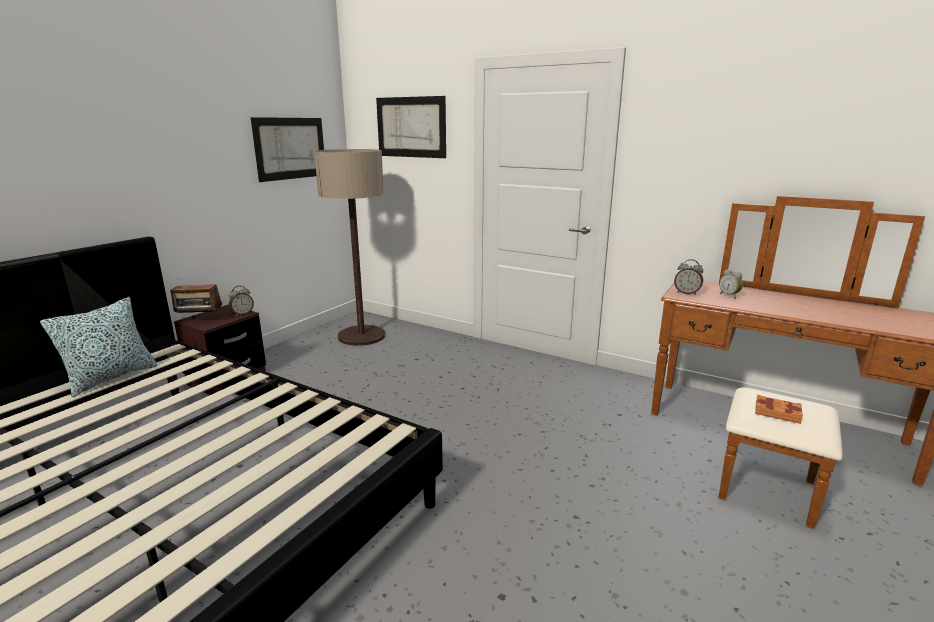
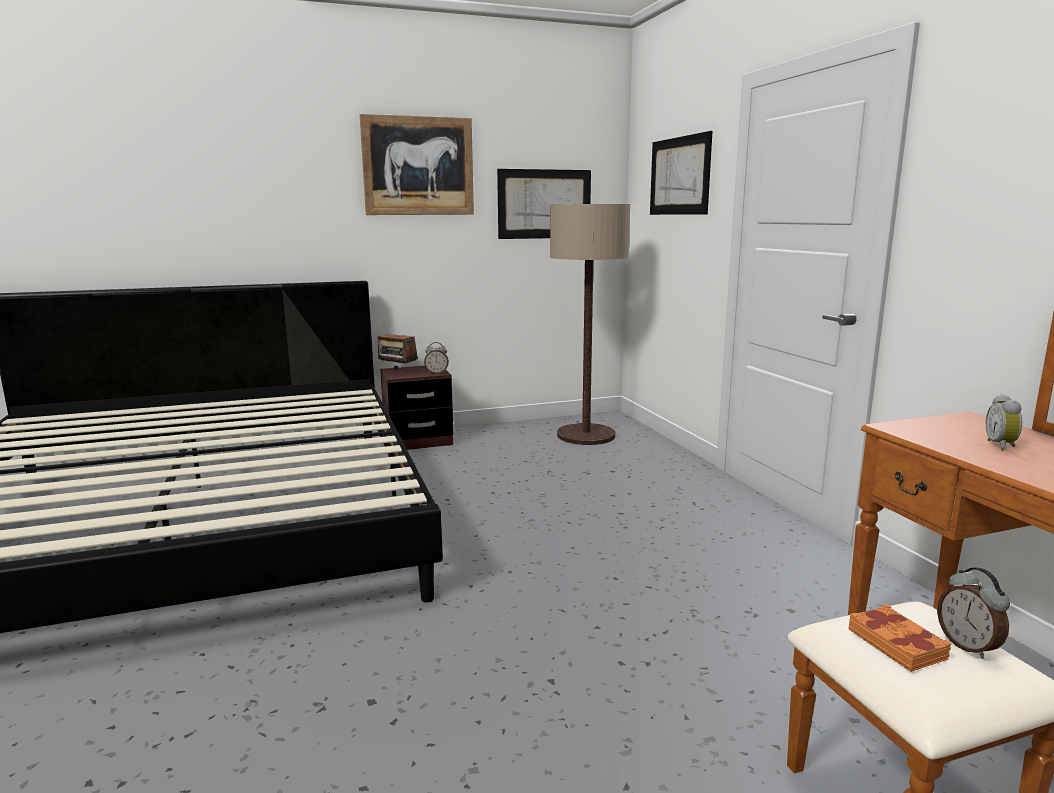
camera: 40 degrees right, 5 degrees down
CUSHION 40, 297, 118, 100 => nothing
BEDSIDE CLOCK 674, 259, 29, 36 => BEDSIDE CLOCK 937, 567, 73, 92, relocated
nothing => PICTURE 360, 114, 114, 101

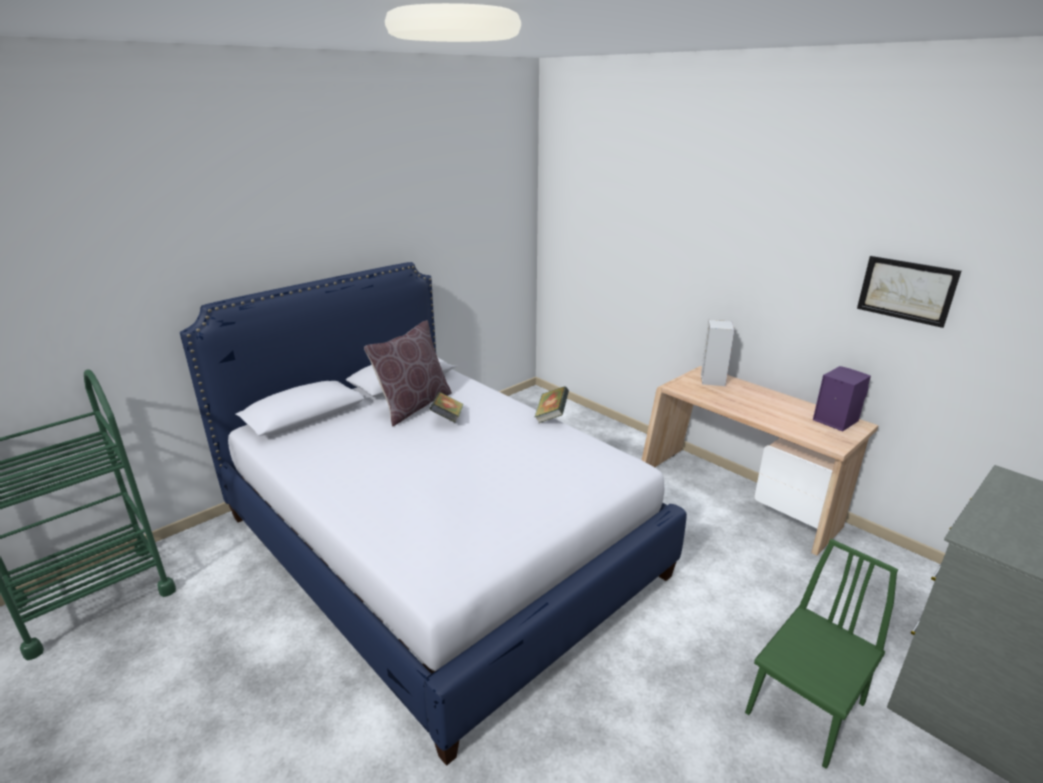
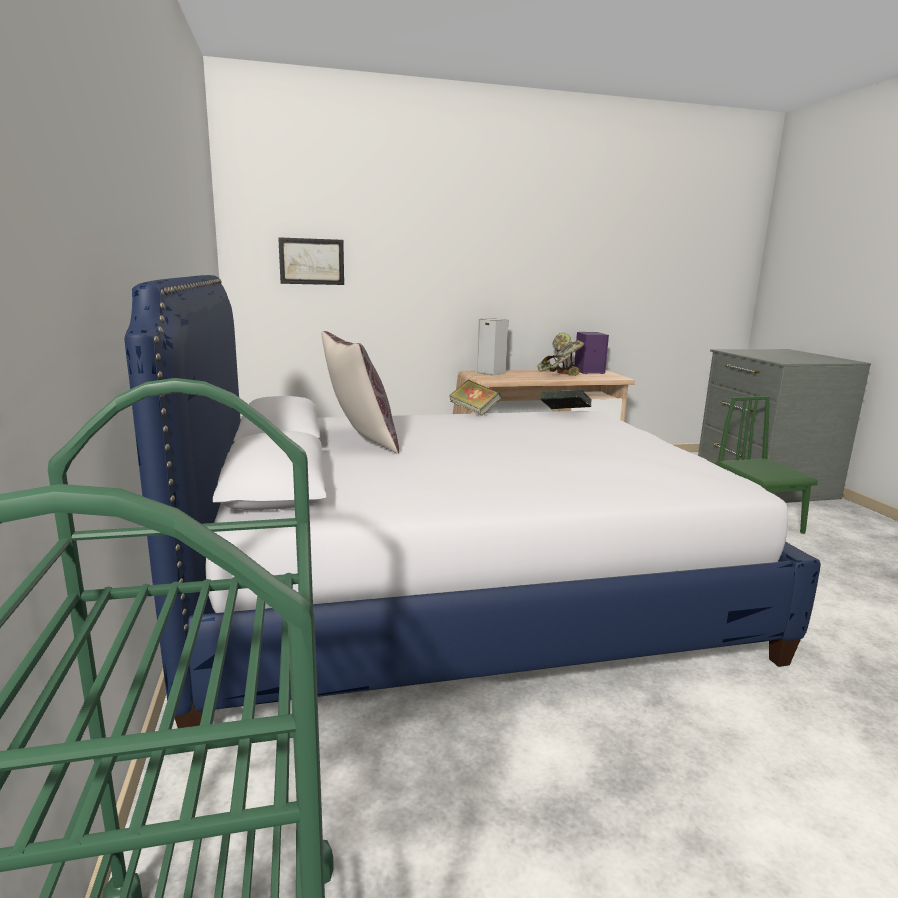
camera: 60 degrees left, 10 degrees down
VOLUME 429, 392, 34, 30 => VOLUME 540, 390, 52, 19, relocated
PICTURE 857, 256, 104, 72 => PICTURE 278, 237, 66, 48, relocated
nothing => PLANT IN A POT 537, 333, 47, 43

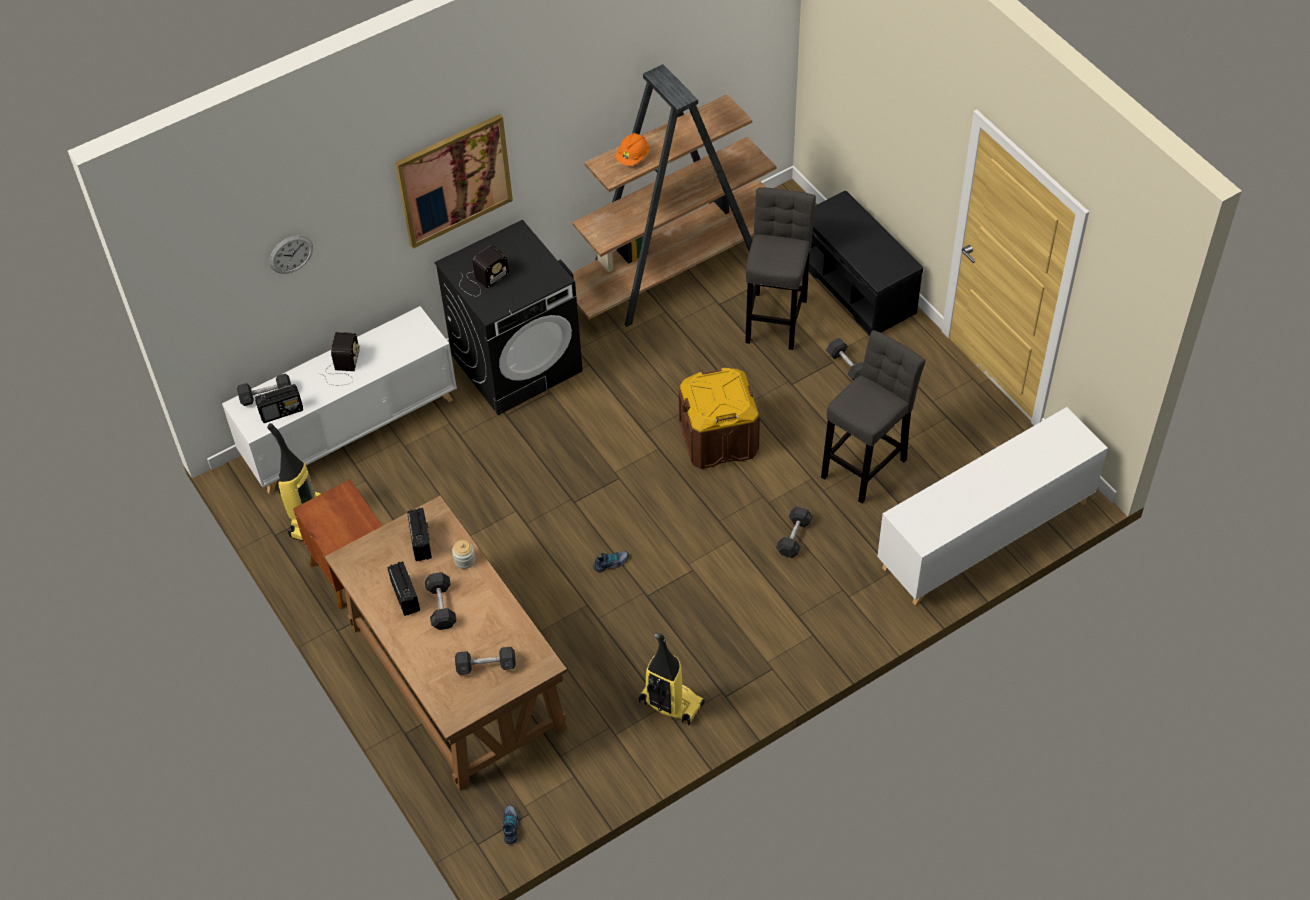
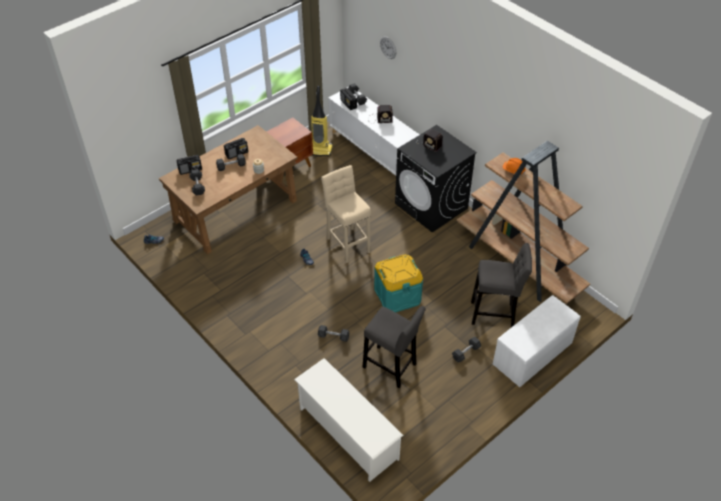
camera: 80 degrees right, 5 degrees down
PICTURE 395, 114, 118, 135 => nothing
RADIO RECEIVER 407, 508, 25, 53 => RADIO RECEIVER 177, 155, 25, 20, relocated
VACUUM 639, 633, 66, 93 => nothing
BROWN STORAGE BOX 678, 368, 82, 101 => TURQUOISE-COLOURED STORAGE BOX 374, 254, 49, 58
BLACK-COLOURED INDOOR BENCH 809, 191, 114, 144 => WHITE INDOOR BENCH 493, 295, 88, 92
WHITE STORAGE CABINET 877, 407, 231, 199 => WHITE SHOE RACK 294, 358, 109, 124
nothing => BEIGE-COLOURED SITTING STOOL 321, 165, 50, 98

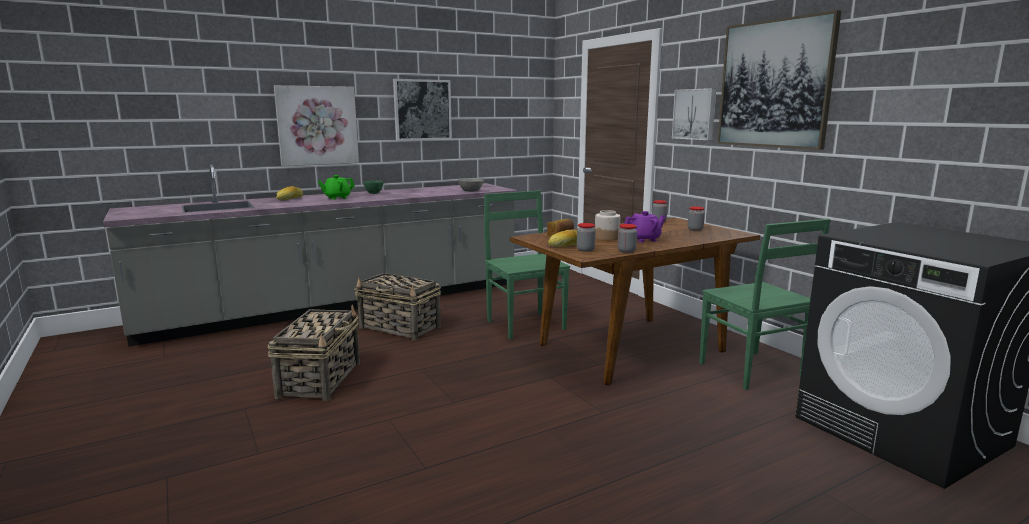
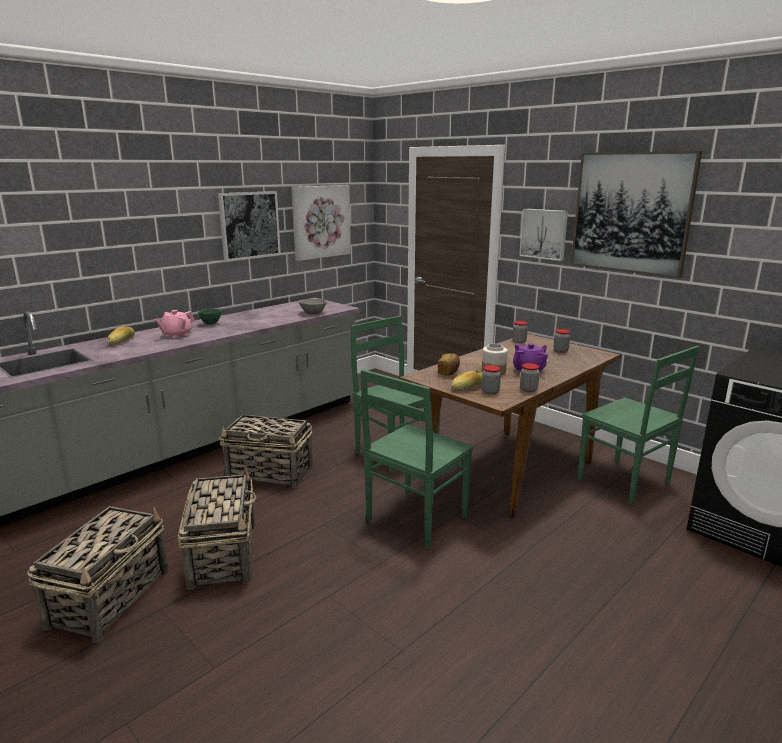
camera: 15 degrees left, 5 degrees up
PICTURE 274, 85, 85, 81 => PICTURE 291, 185, 60, 76, relocated
GREEN-COLOURED POT FOR TEA 318, 175, 37, 25 => PINK-COLOURED POT FOR TEA 155, 310, 40, 28
nothing => HOUSEHOLD BASKET 27, 506, 141, 137
nothing => GREEN-COLOURED UPRIGHT CHAIR 361, 369, 113, 180

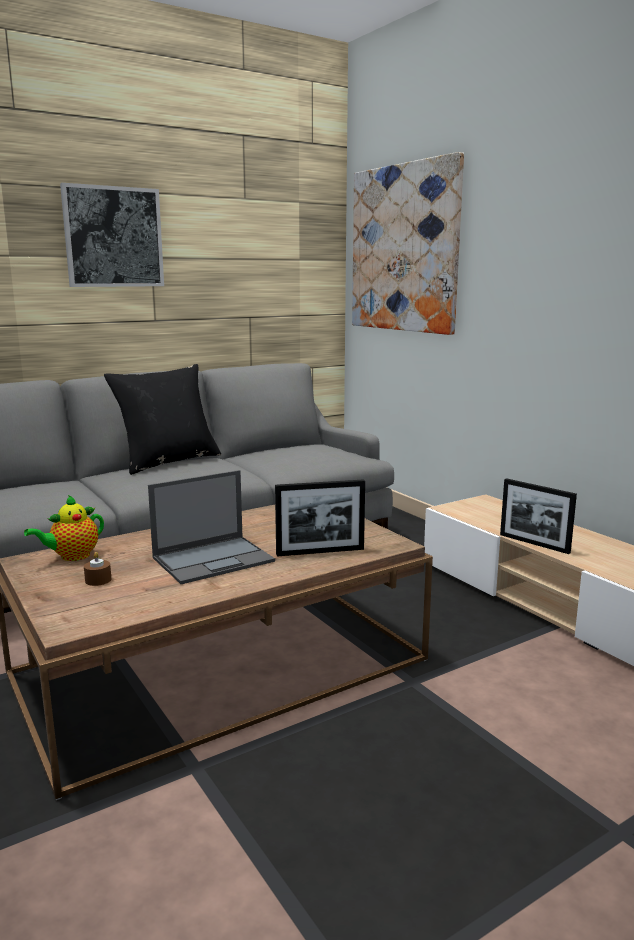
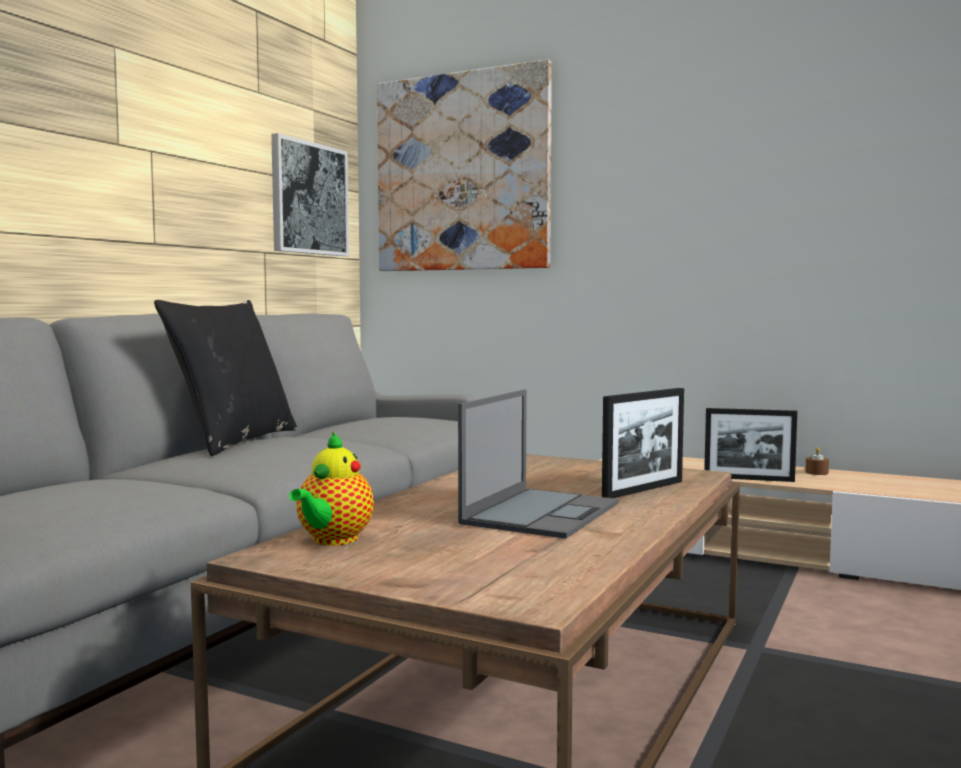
camera: 30 degrees left, 10 degrees down
PICTURE 60, 183, 104, 104 => PICTURE 271, 133, 78, 123, relocated
BROWN WAX CANDLE 84, 552, 27, 34 => BROWN WAX CANDLE 805, 447, 24, 28, relocated

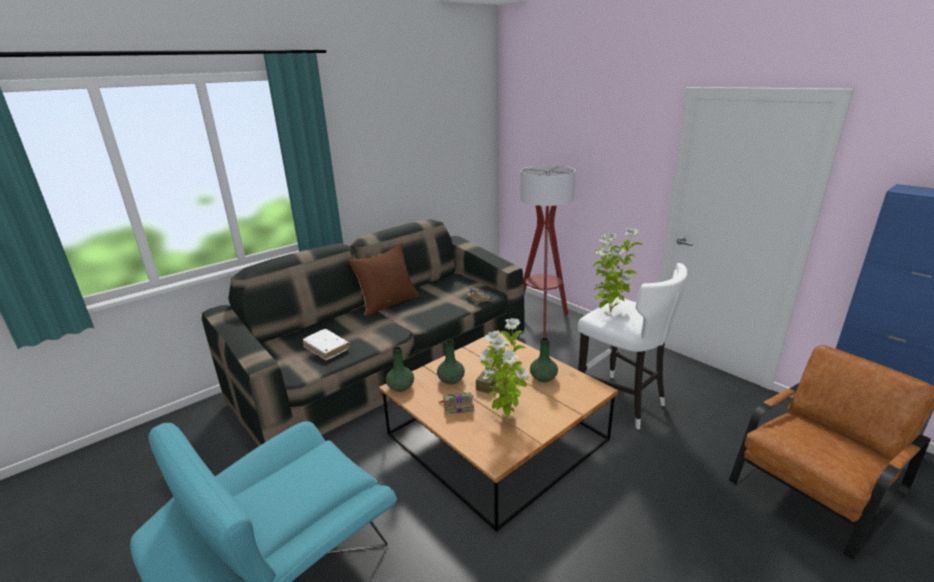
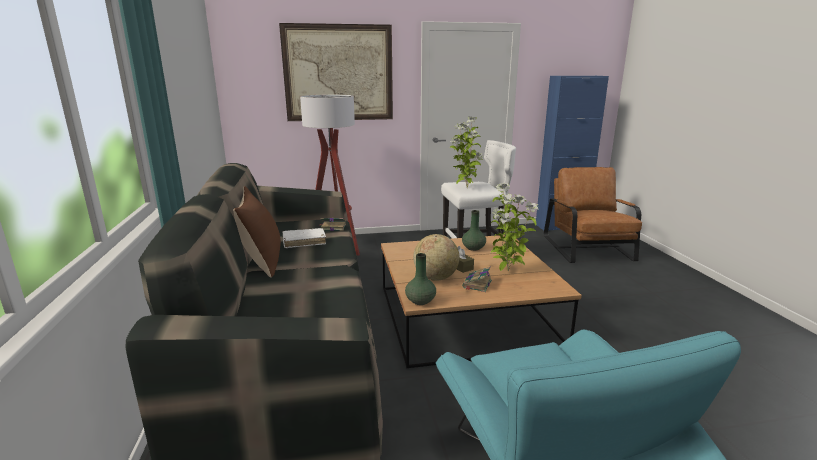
camera: 60 degrees left, 5 degrees down
WHITE VOLUME 303, 329, 47, 31 => WHITE VOLUME 283, 228, 43, 20, relocated
GREEN-COLOURED FLOWER VASE 437, 339, 28, 45 => WORLD GLOBE 413, 234, 47, 47
nothing => PICTURE 279, 23, 114, 98

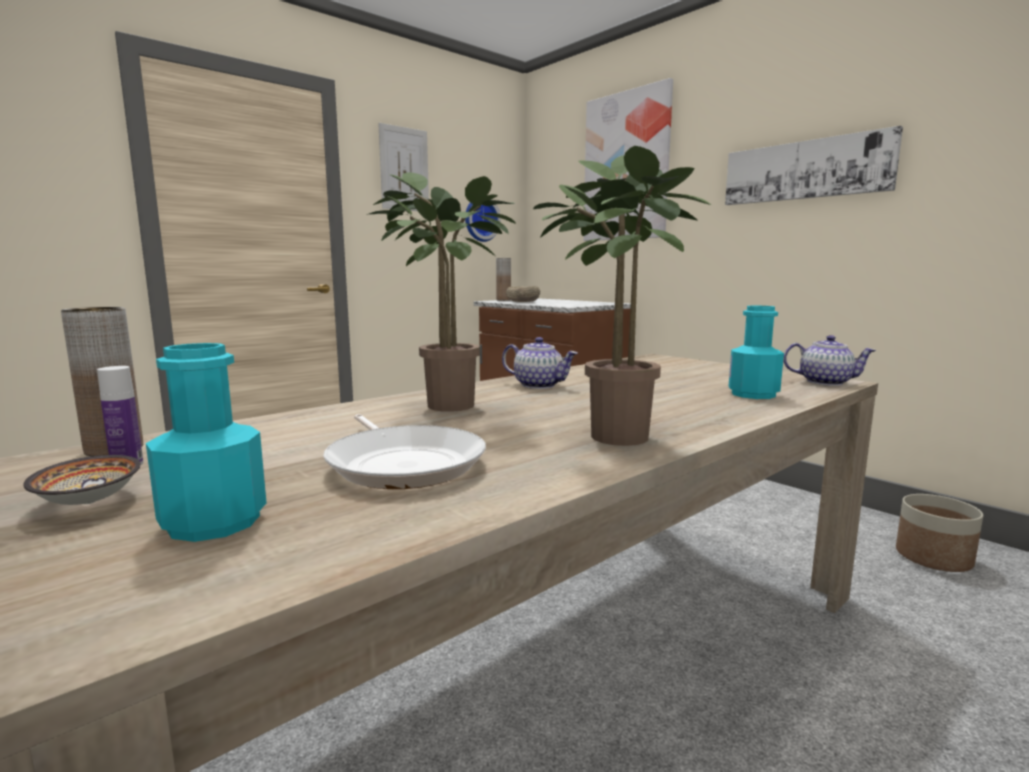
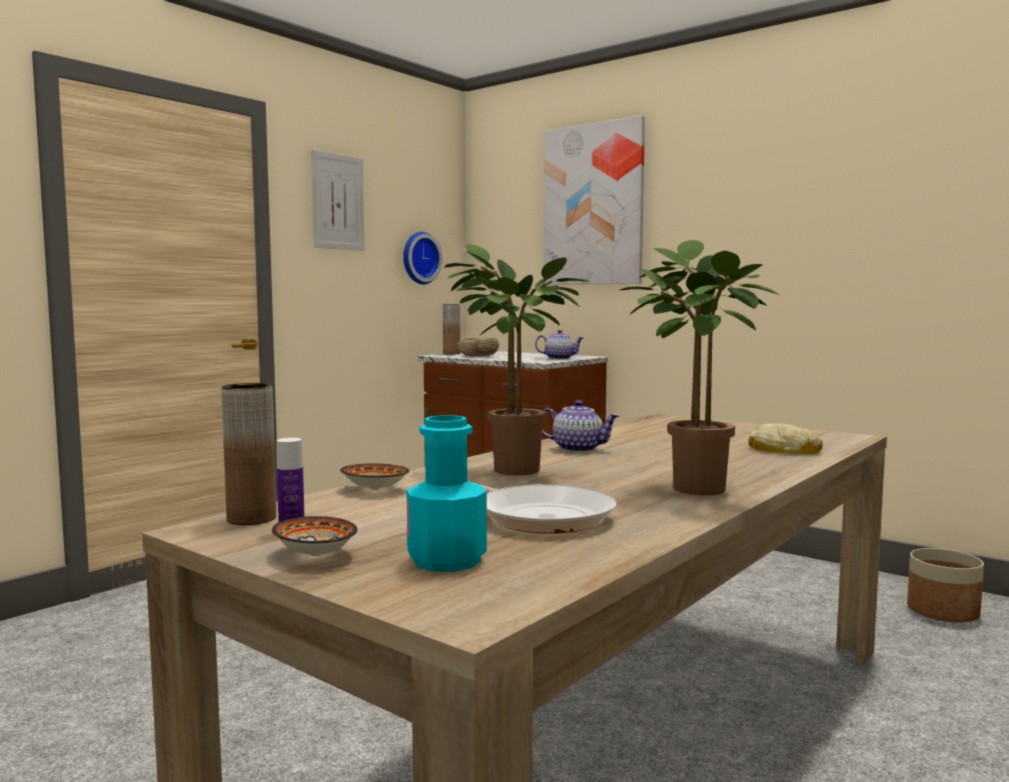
camera: 10 degrees left, 5 degrees down
PICTURE 725, 126, 178, 79 => nothing
TURQUOISE-COLOURED BOTTLE 729, 306, 55, 93 => BREAD 748, 423, 75, 32
POT FOR TEA 783, 335, 93, 51 => POT FOR TEA 535, 330, 48, 29, relocated
nothing => BOWL 340, 464, 69, 26

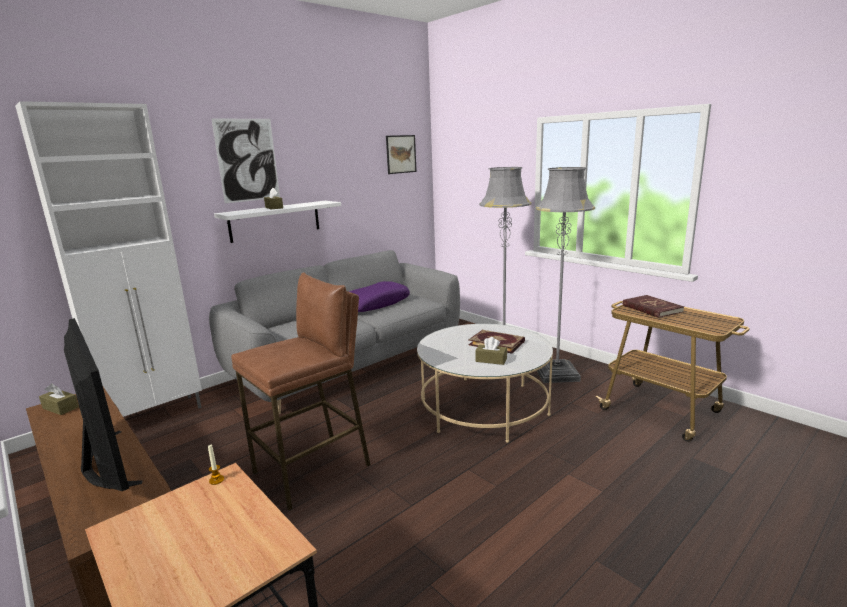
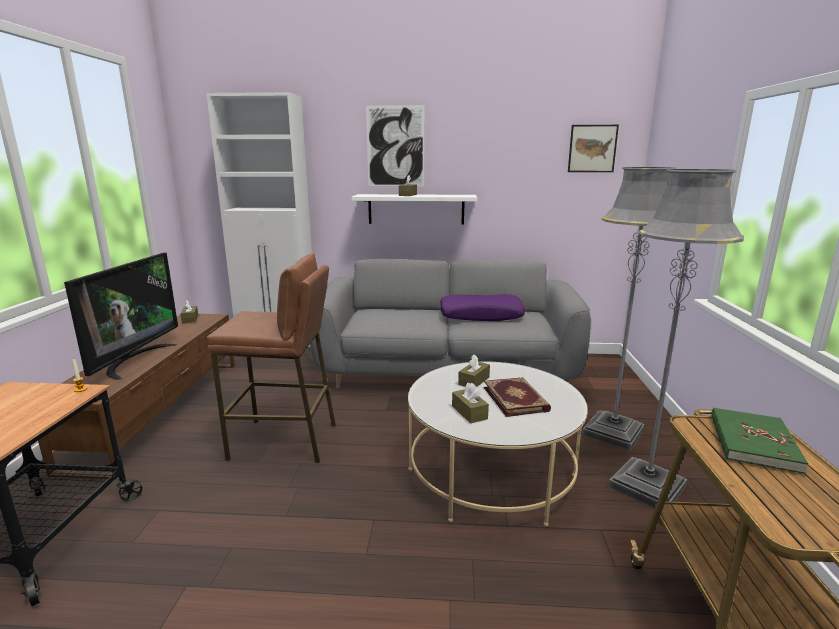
camera: 45 degrees right, 0 degrees up
REDDISH VOLUME 623, 295, 61, 23 => GREEN-COLOURED VOLUME 711, 408, 97, 66
nothing => BROWN BOX OF TISSUES 458, 355, 32, 32

